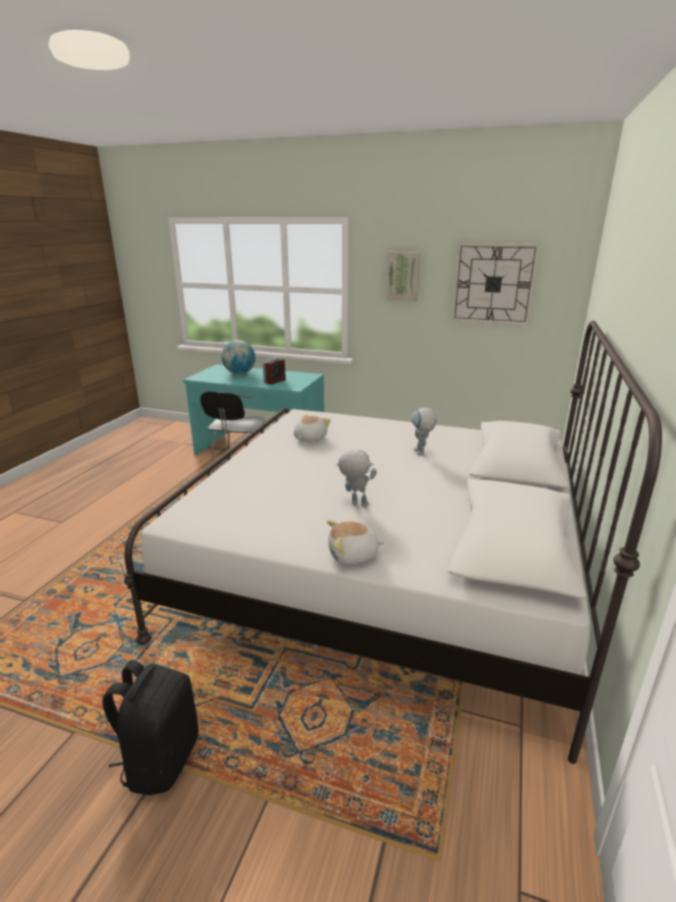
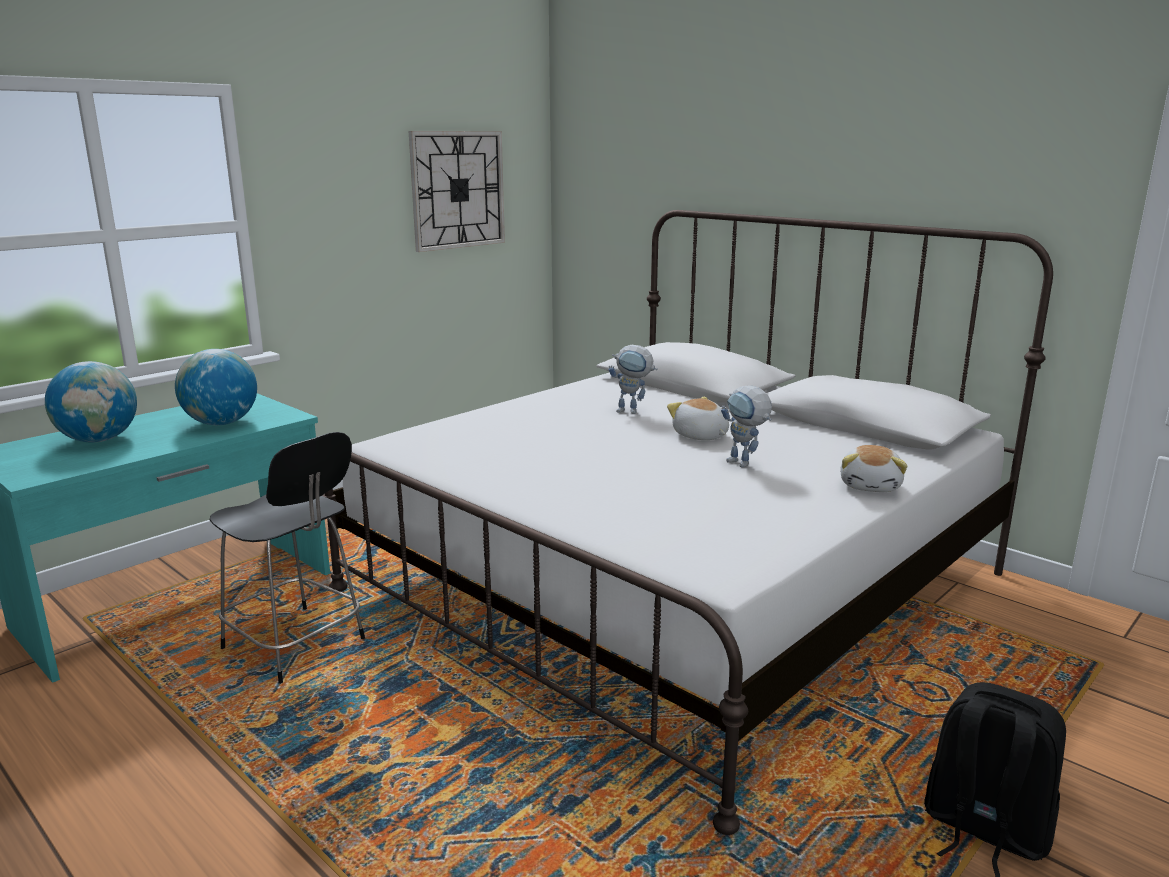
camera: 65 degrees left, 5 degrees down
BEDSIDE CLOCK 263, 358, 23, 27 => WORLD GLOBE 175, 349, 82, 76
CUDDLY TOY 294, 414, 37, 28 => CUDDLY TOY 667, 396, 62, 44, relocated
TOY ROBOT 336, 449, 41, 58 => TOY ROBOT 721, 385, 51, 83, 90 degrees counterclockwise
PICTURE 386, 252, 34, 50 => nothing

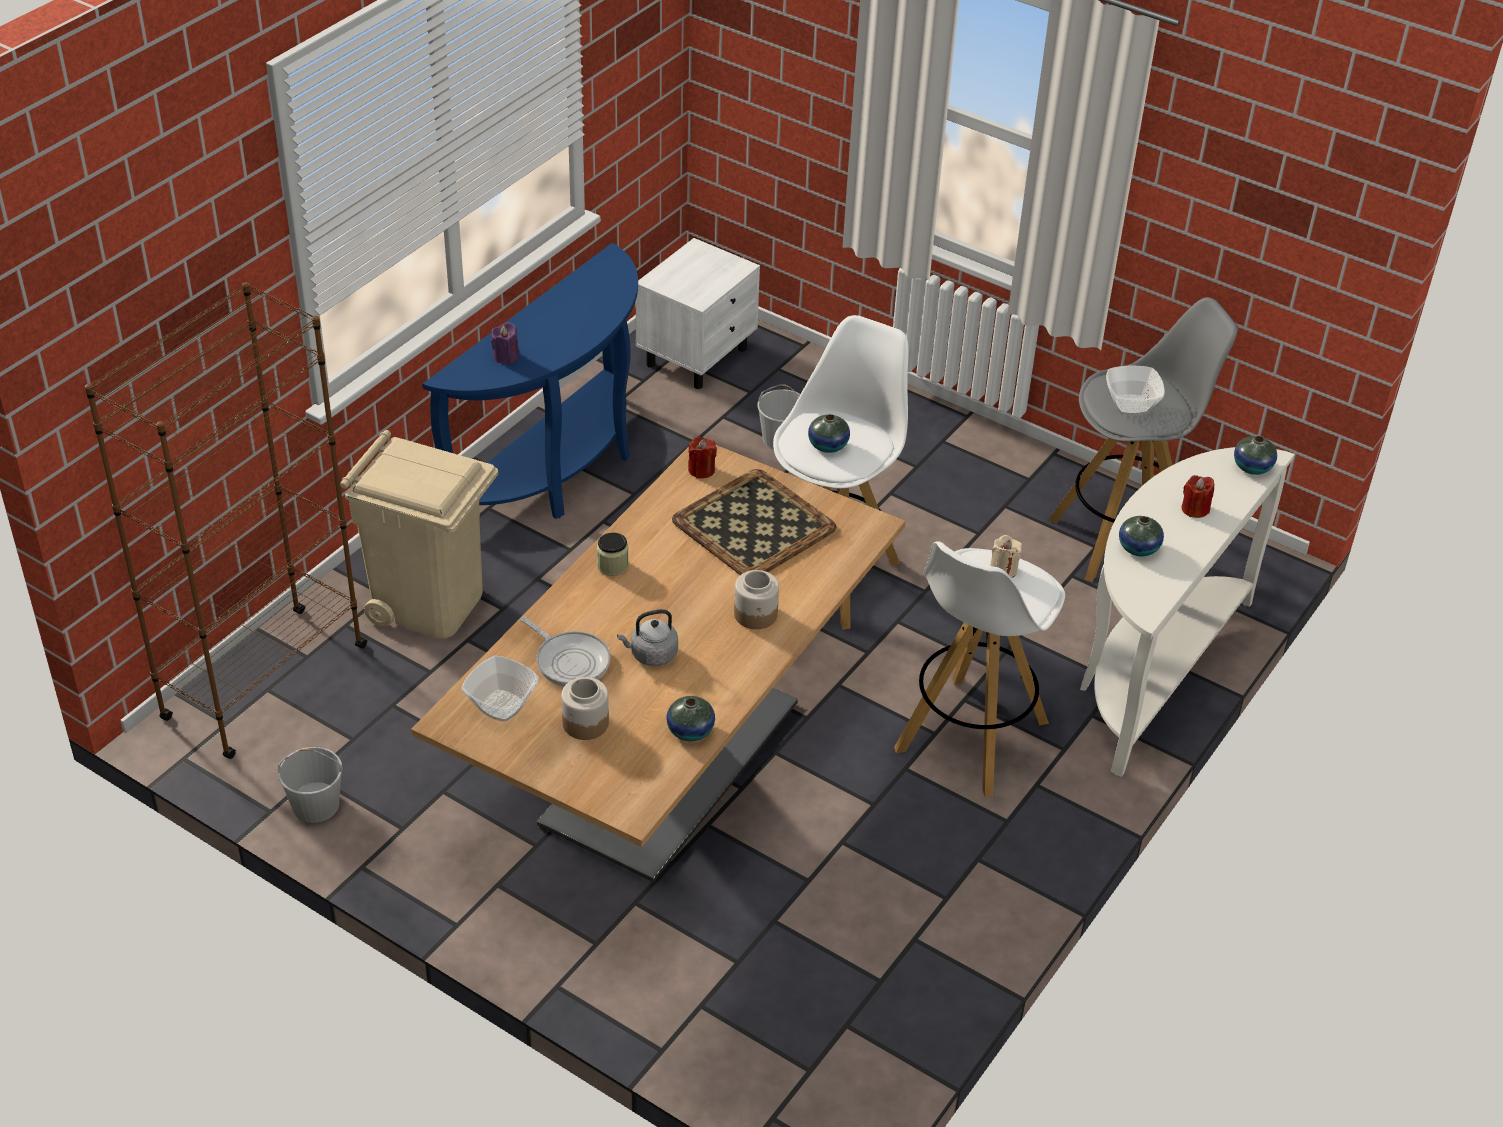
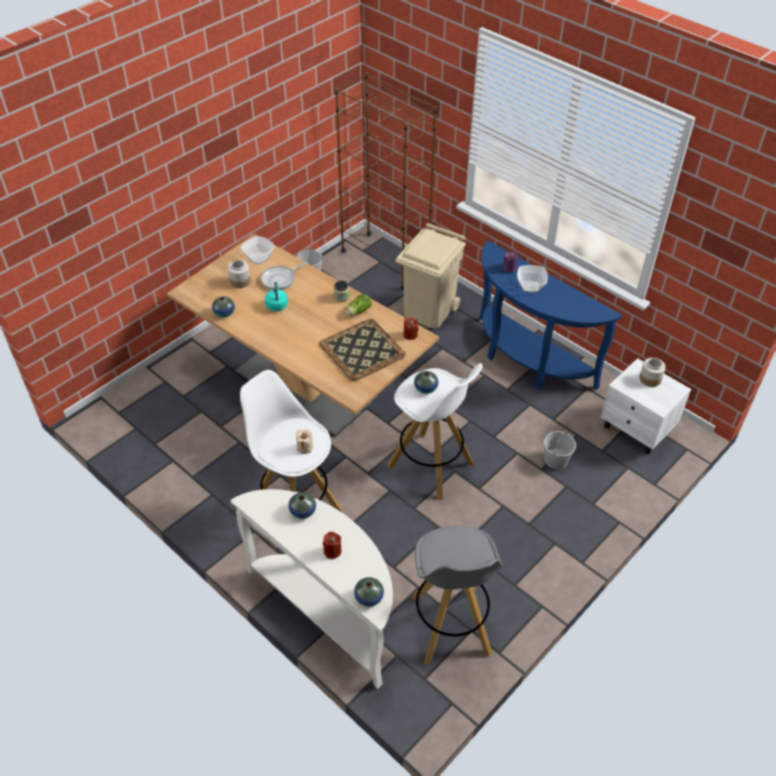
camera: 100 degrees right, 5 degrees up
GRAY WATER KETTLE 617, 609, 61, 57 => TURQUOISE-COLOURED WATER KETTLE 265, 282, 23, 29
STORAGE JAR 734, 570, 45, 59 => STORAGE JAR 640, 358, 26, 29, relocated
BOWL 1106, 366, 59, 49 => BOWL 517, 265, 31, 28, relocated
nothing => HEAD OF LETTUCE 346, 294, 26, 22

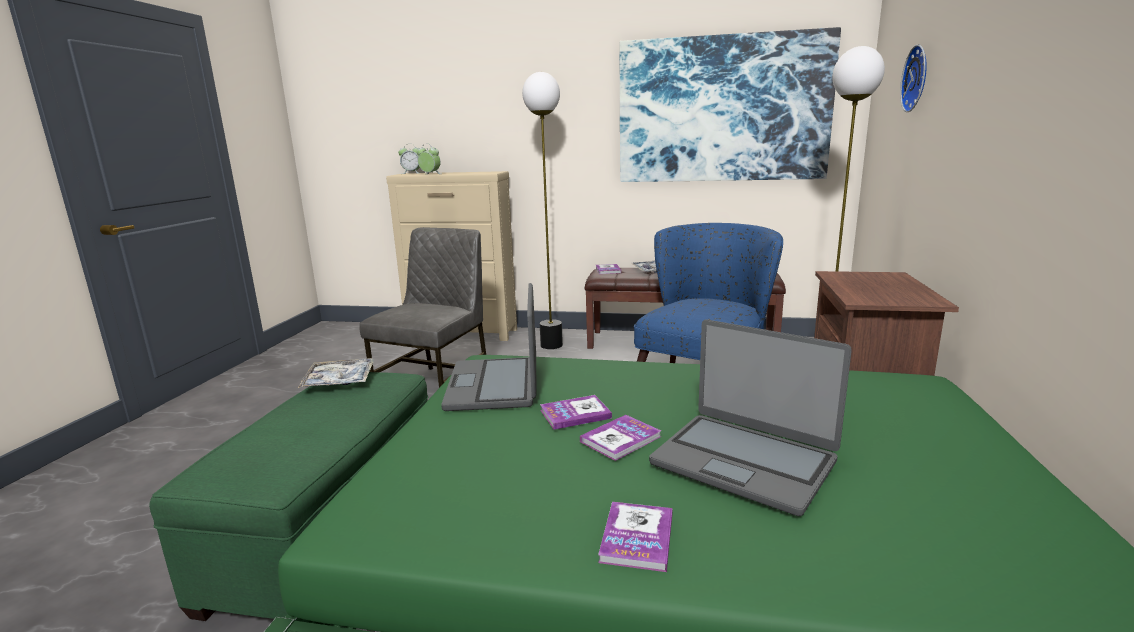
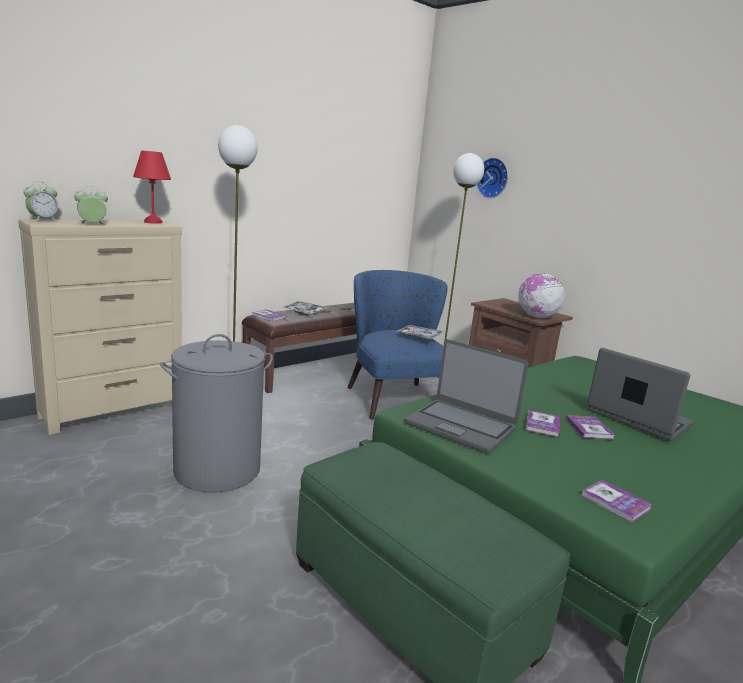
camera: 55 degrees left, 0 degrees up
TRAY 298, 358, 76, 30 => TRAY 397, 325, 46, 15, relocated
GRAY UPRIGHT CHAIR 359, 227, 127, 161 => GRAY HAMPER 160, 334, 113, 158
VOLUME 598, 502, 75, 70 => VOLUME 581, 480, 71, 42, relocated
PICTURE 620, 27, 221, 155 => nothing
NOTEBOOK COMPUTER 649, 319, 203, 197 => NOTEBOOK COMPUTER 587, 348, 107, 93, 120 degrees counterclockwise
nothing => REDDISH TABLE LAMP 133, 151, 38, 73
nothing => WORLD GLOBE 518, 274, 47, 45

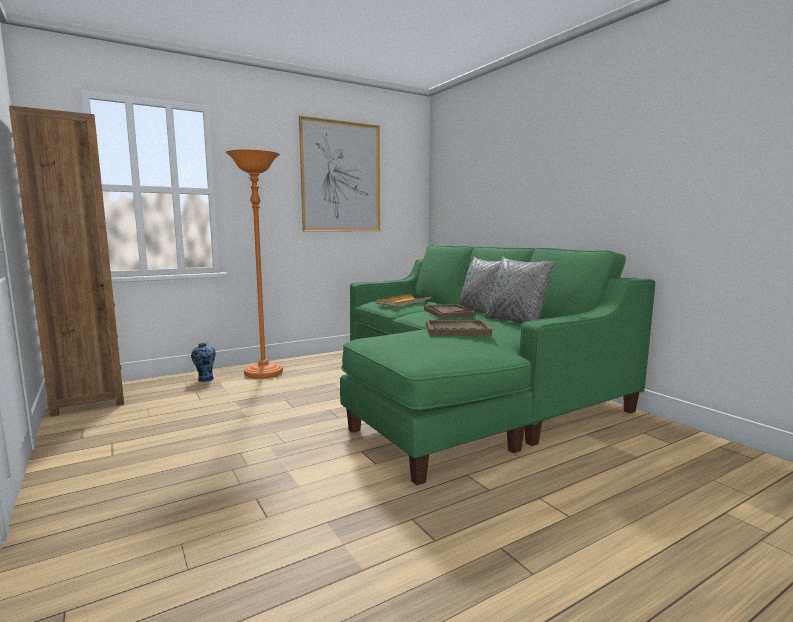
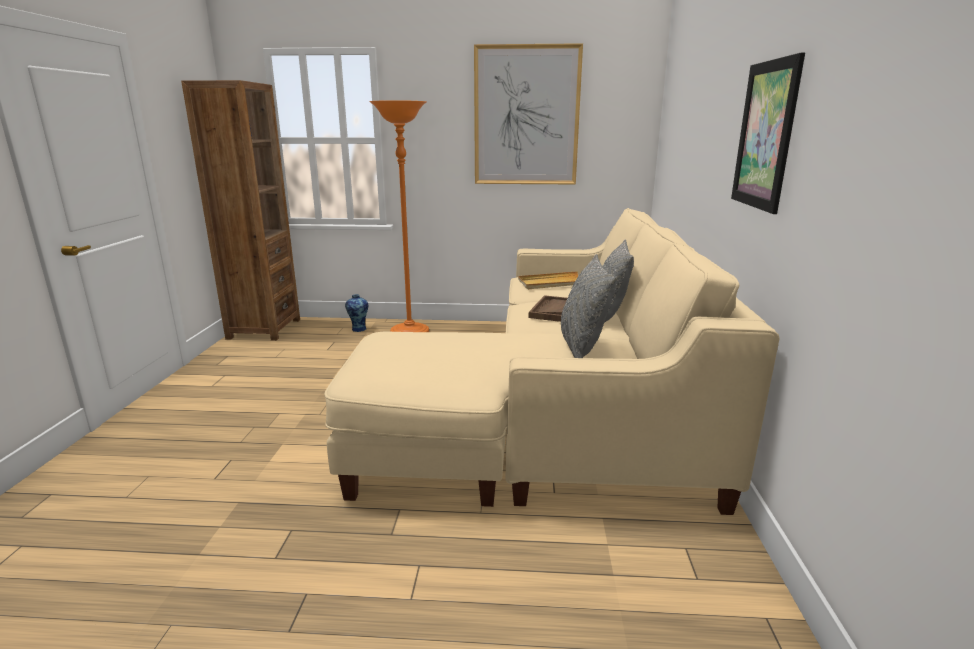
camera: 35 degrees right, 10 degrees up
GREEN-COLOURED COUCH 340, 245, 315, 240 => BEIGE-COLOURED COUCH 324, 208, 456, 307
BROWN TRAY 426, 320, 66, 16 => nothing
nothing => PICTURE 731, 52, 74, 162

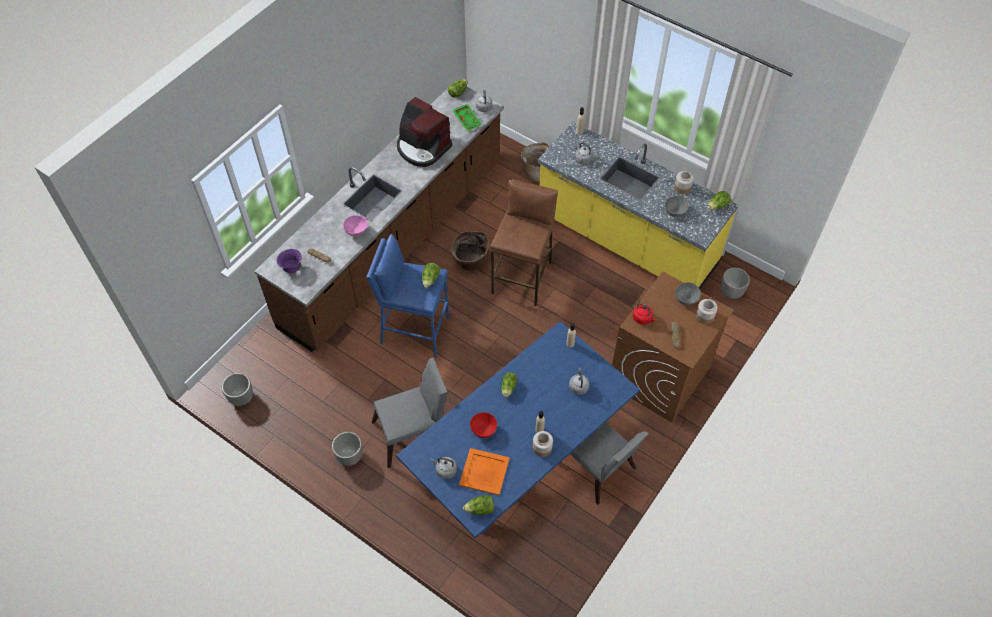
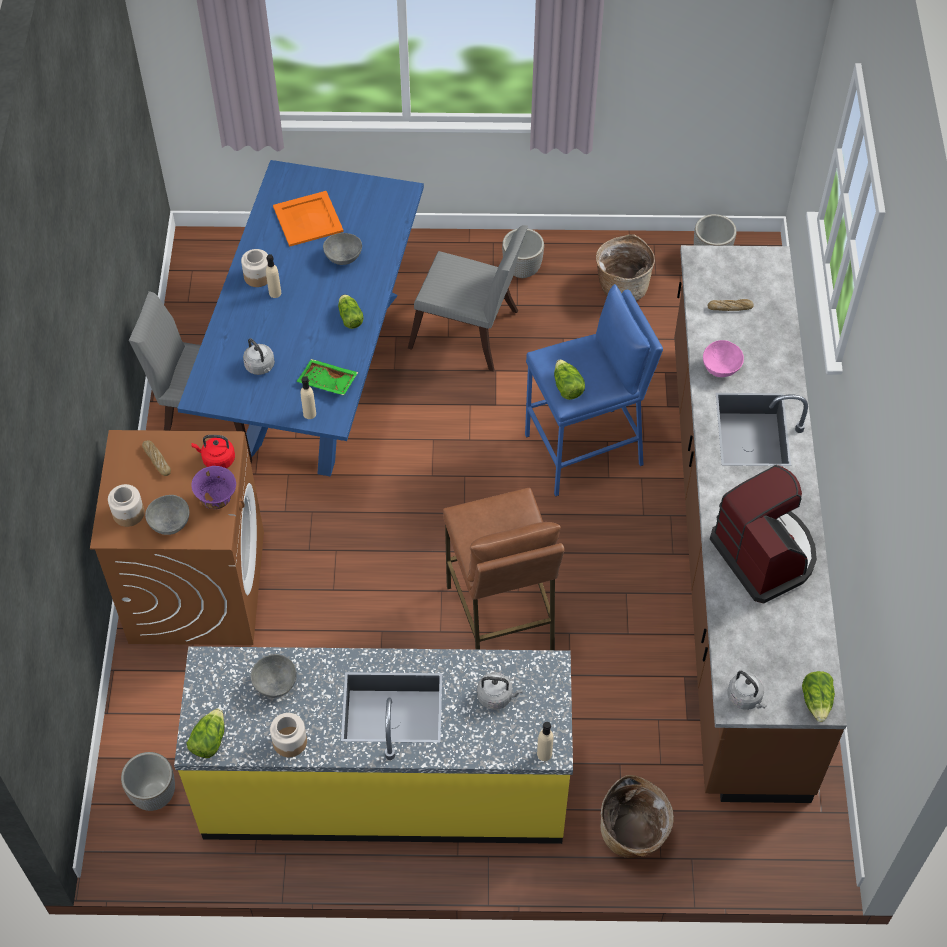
camera: 145 degrees right, 0 degrees up
PURPLE BOWL 277, 249, 25, 24 => PURPLE BOWL 191, 466, 45, 43, relocated
GRAY UPRIGHT CHAIR 372, 357, 75, 111 => GRAY UPRIGHT CHAIR 408, 225, 120, 147, 105 degrees counterclockwise
COFFEE BREWER 397, 97, 55, 70 => COFFEE BREWER 710, 465, 107, 138, 60 degrees clockwise
GRAY WATER KETTLE 431, 457, 26, 22 => nothing
HOUSEHOLD BASKET 451, 231, 38, 40 => HOUSEHOLD BASKET 596, 234, 59, 67, relocated
GREEN-COLOURED TRAY 453, 104, 29, 27 => GREEN-COLOURED TRAY 296, 359, 62, 36, relocated
HEAD OF LETTUCE 463, 495, 31, 20 => nothing
REDDISH BOWL 470, 412, 27, 26 => GRAY BOWL 323, 233, 39, 32

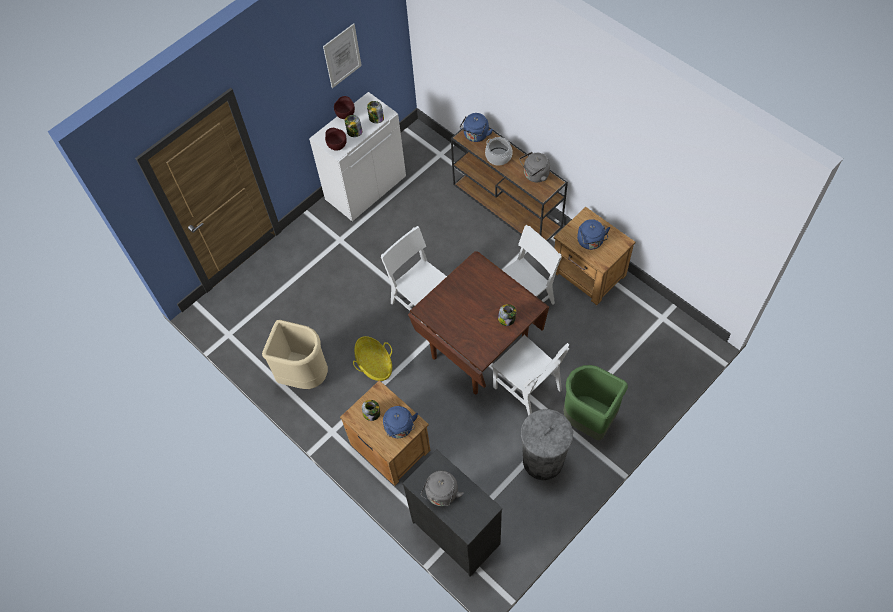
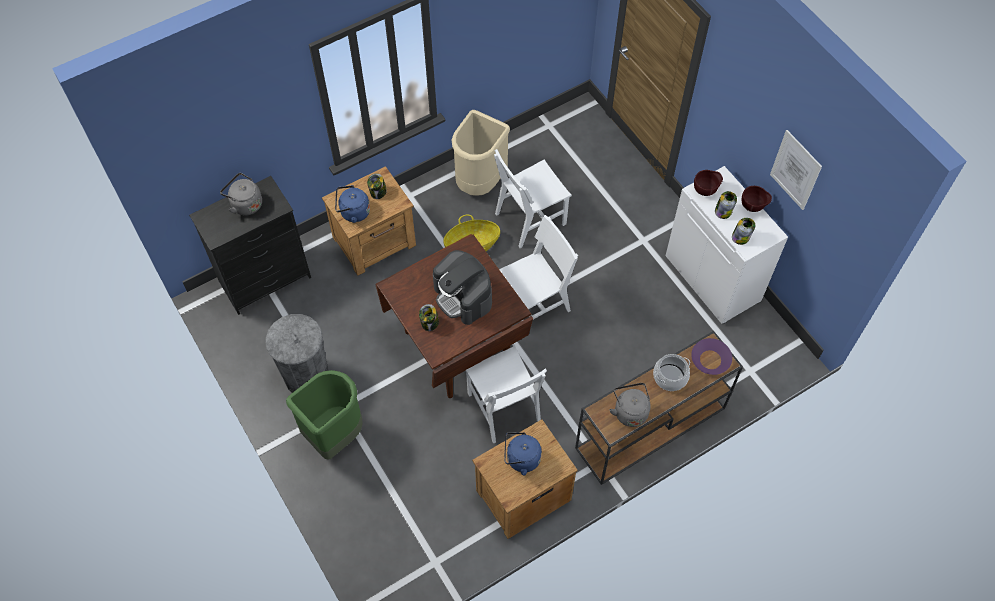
camera: 100 degrees right, 0 degrees up
BLUE-COLOURED WATER KETTLE 460, 113, 33, 29 => PURPLE BOWL 691, 338, 41, 37
WHITE UPRIGHT CHAIR 491, 335, 78, 81 => WHITE UPRIGHT CHAIR 494, 149, 78, 99, relocated
nothing => COFFEE BREWER 433, 250, 59, 75

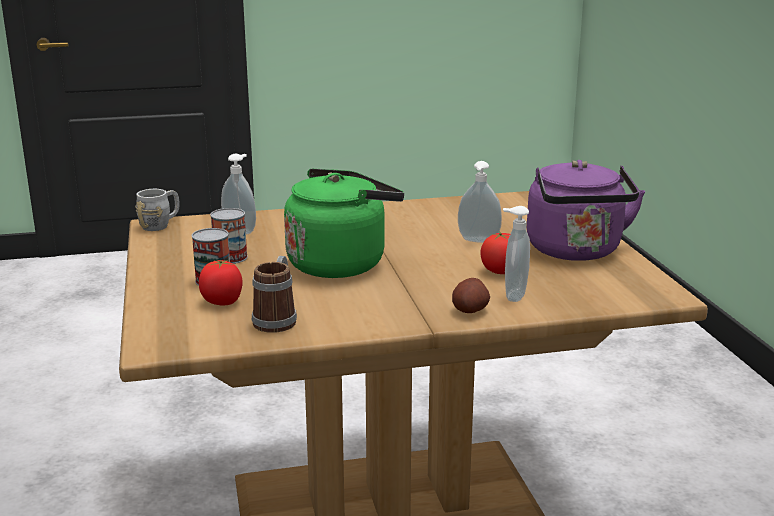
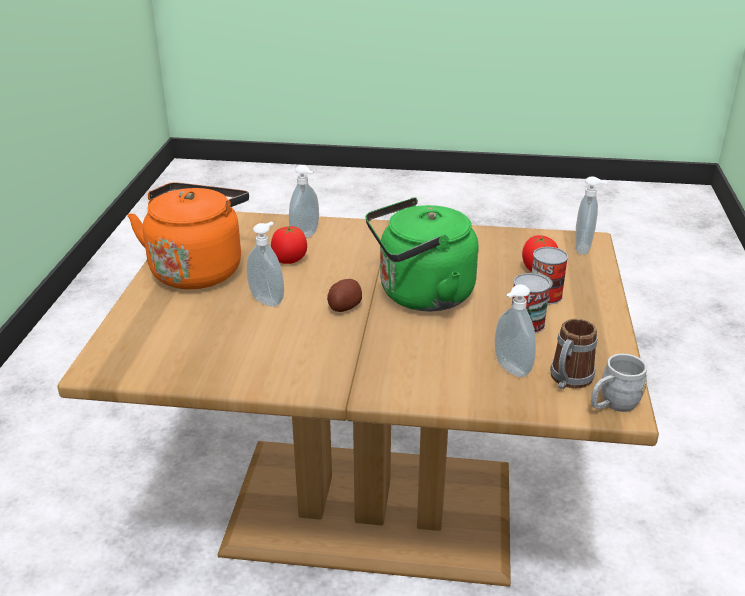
camera: 160 degrees left, 10 degrees up
TEA MUG 252, 256, 45, 77 => TEA MUG 550, 319, 48, 70, relocated
SPUD 452, 278, 38, 35 => SPUD 327, 279, 35, 33, relocated
PURPLE WATER KETTLE 527, 160, 118, 101 => ORANGE-COLOURED WATER KETTLE 127, 183, 122, 106
nothing => LIQUID SOAP BOTTLE 575, 176, 33, 79

